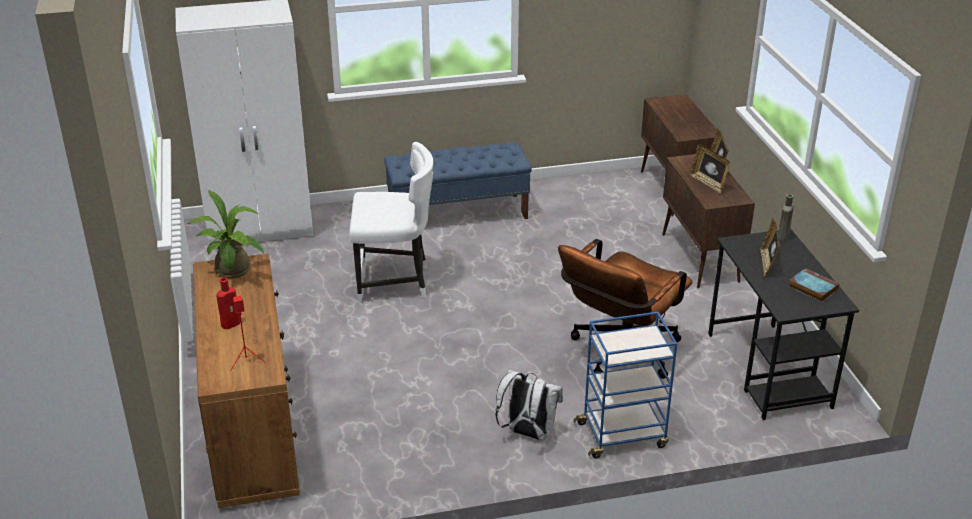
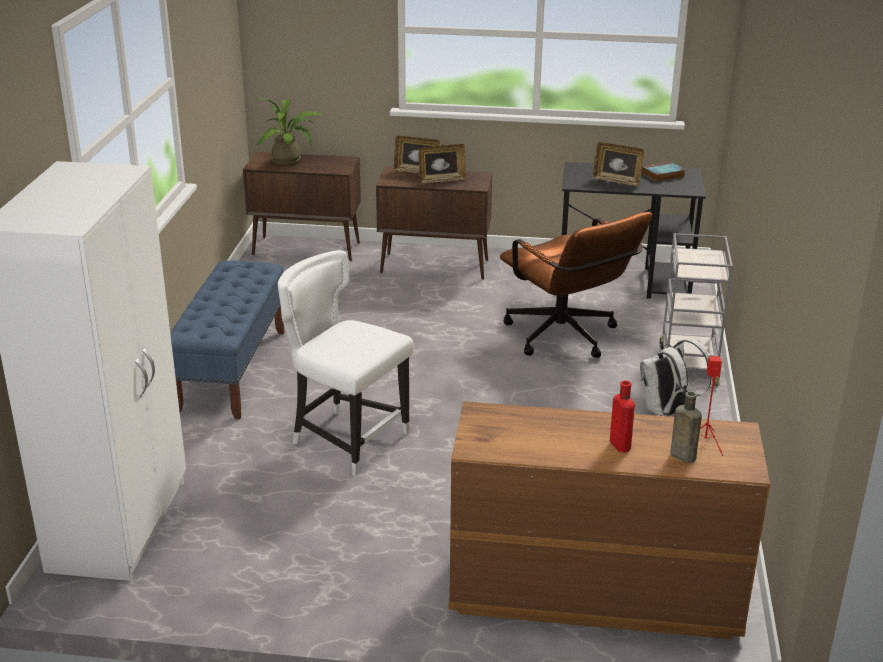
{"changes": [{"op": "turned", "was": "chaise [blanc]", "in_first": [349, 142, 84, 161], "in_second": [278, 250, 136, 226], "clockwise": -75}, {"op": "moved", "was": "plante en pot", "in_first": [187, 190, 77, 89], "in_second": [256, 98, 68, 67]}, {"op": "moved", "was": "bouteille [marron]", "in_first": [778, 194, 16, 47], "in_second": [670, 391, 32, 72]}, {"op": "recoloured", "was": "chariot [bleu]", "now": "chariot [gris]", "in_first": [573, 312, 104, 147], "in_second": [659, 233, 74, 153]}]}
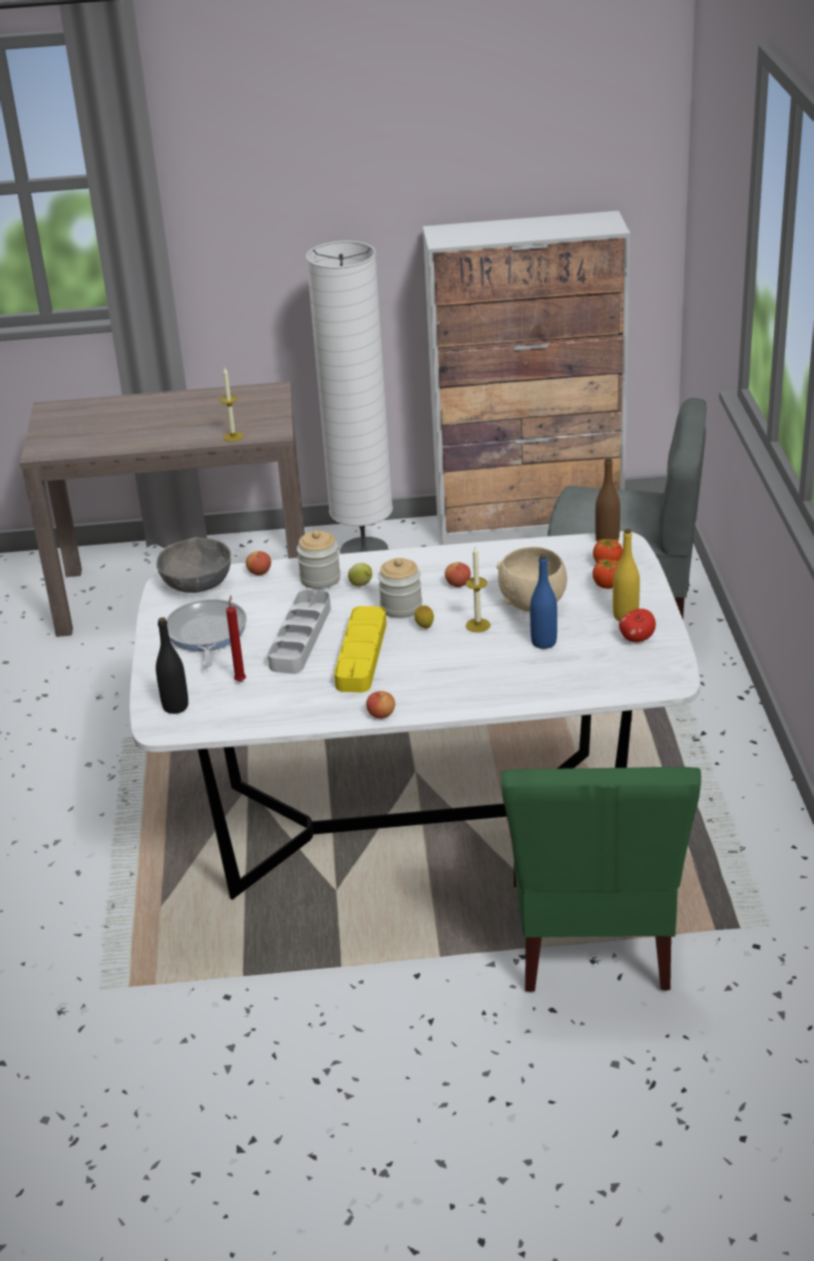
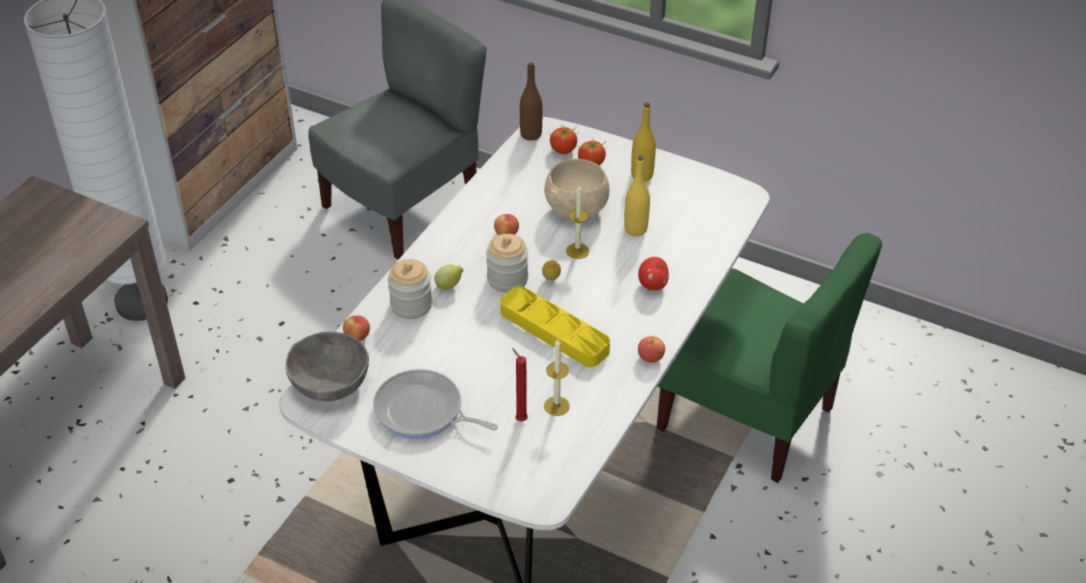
{"changes": [{"op": "moved", "was": "bougie", "in_first": [220, 368, 23, 74], "in_second": [544, 339, 26, 77]}, {"op": "recoloured", "was": "bouteille [bleu]", "now": "bouteille [jaune]", "in_first": [530, 554, 27, 95], "in_second": [624, 156, 26, 80]}, {"op": "removed", "was": "plateau [gris]", "in_first": [268, 589, 63, 85]}, {"op": "moved", "was": "pomme", "in_first": [619, 609, 37, 33], "in_second": [638, 257, 31, 34]}, {"op": "removed", "was": "bouteille [noir]", "in_first": [156, 617, 32, 97]}]}
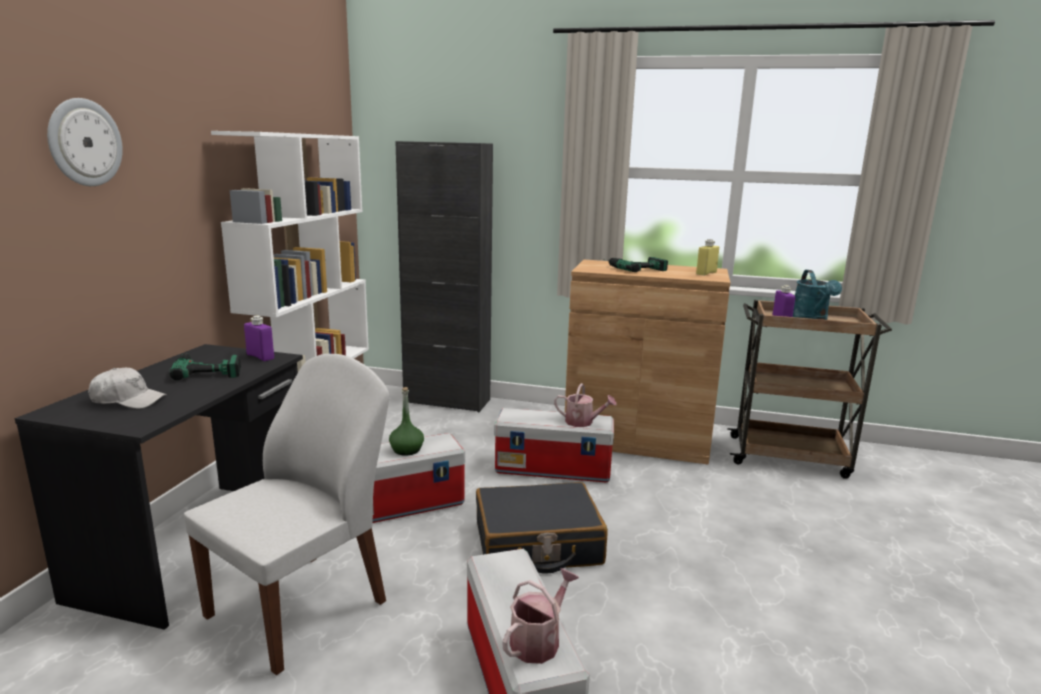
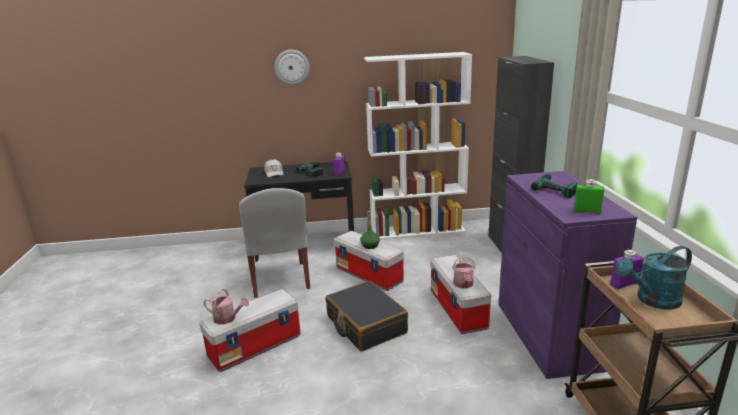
{"changes": [{"op": "recoloured", "was": "bouteille [jaune]", "now": "bouteille [vert]", "in_first": [696, 239, 23, 37], "in_second": [574, 179, 30, 35]}, {"op": "recoloured", "was": "meuble de rangement [marron]", "now": "meuble de rangement [violet]", "in_first": [565, 260, 165, 205], "in_second": [499, 171, 138, 208]}, {"op": "turned", "was": "chaise [blanc]", "in_first": [184, 354, 205, 321], "in_second": [239, 188, 71, 110], "clockwise": 60}]}
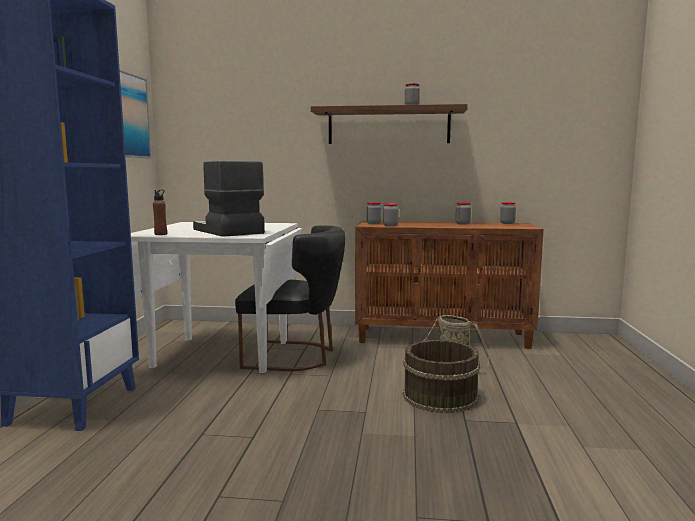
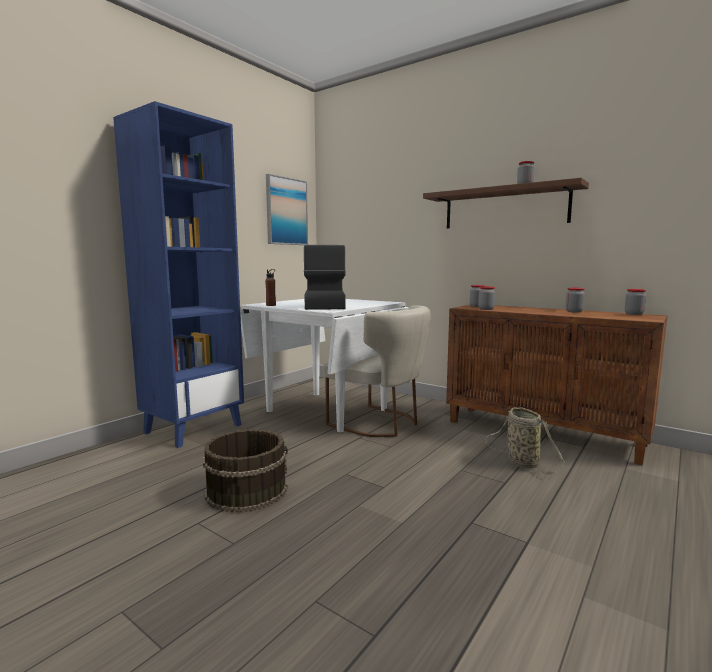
{"changes": [{"op": "recoloured", "was": "chaise [noir]", "now": "chaise [beige]", "in_first": [235, 226, 110, 145], "in_second": [323, 305, 108, 132]}, {"op": "moved", "was": "seau [marron]", "in_first": [403, 340, 77, 73], "in_second": [203, 429, 85, 84]}]}
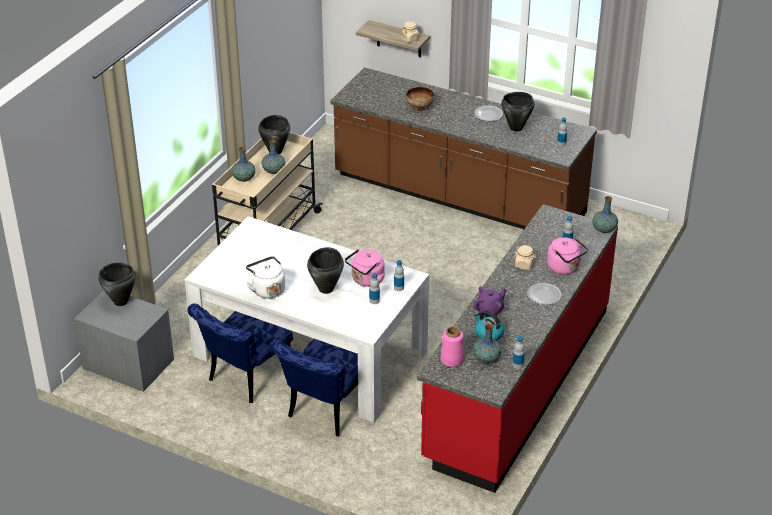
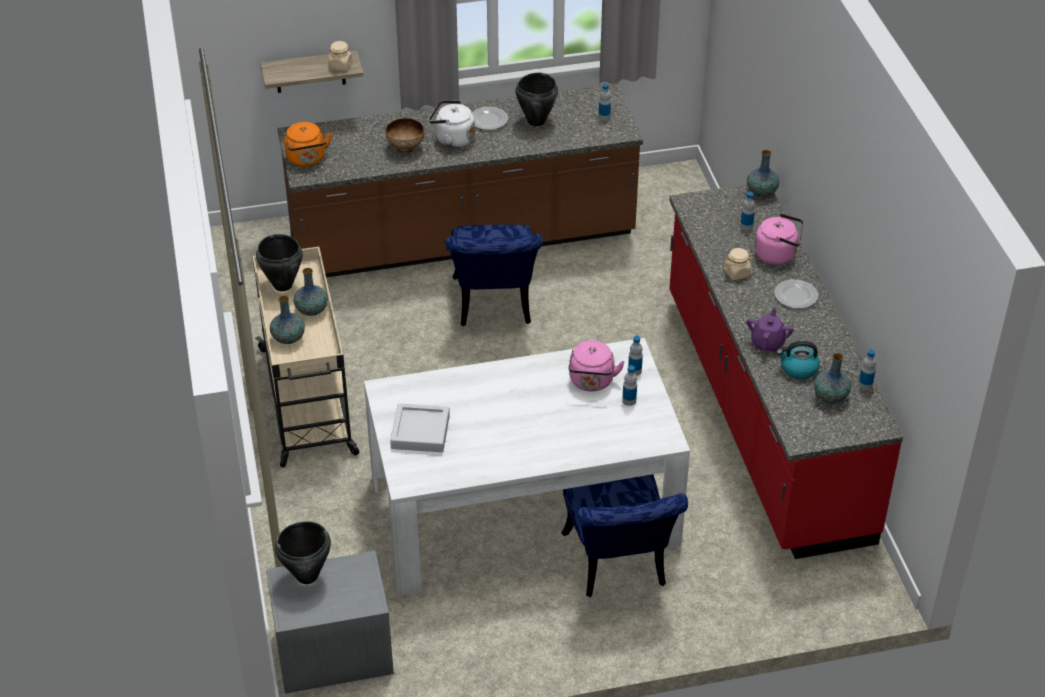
{"changes": [{"op": "removed", "was": "marmite [noir]", "in_first": [307, 247, 37, 47]}, {"op": "moved", "was": "bouilloire [blanc]", "in_first": [246, 256, 39, 43], "in_second": [429, 100, 46, 48]}, {"op": "moved", "was": "chaise [bleu]", "in_first": [188, 303, 105, 100], "in_second": [446, 224, 96, 102]}, {"op": "removed", "was": "vase [rose]", "in_first": [440, 326, 24, 41]}, {"op": "added", "now": "bouilloire [orange]", "in_second": [284, 122, 48, 45]}, {"op": "added", "now": "plateau [gris]", "in_second": [390, 403, 60, 49]}]}
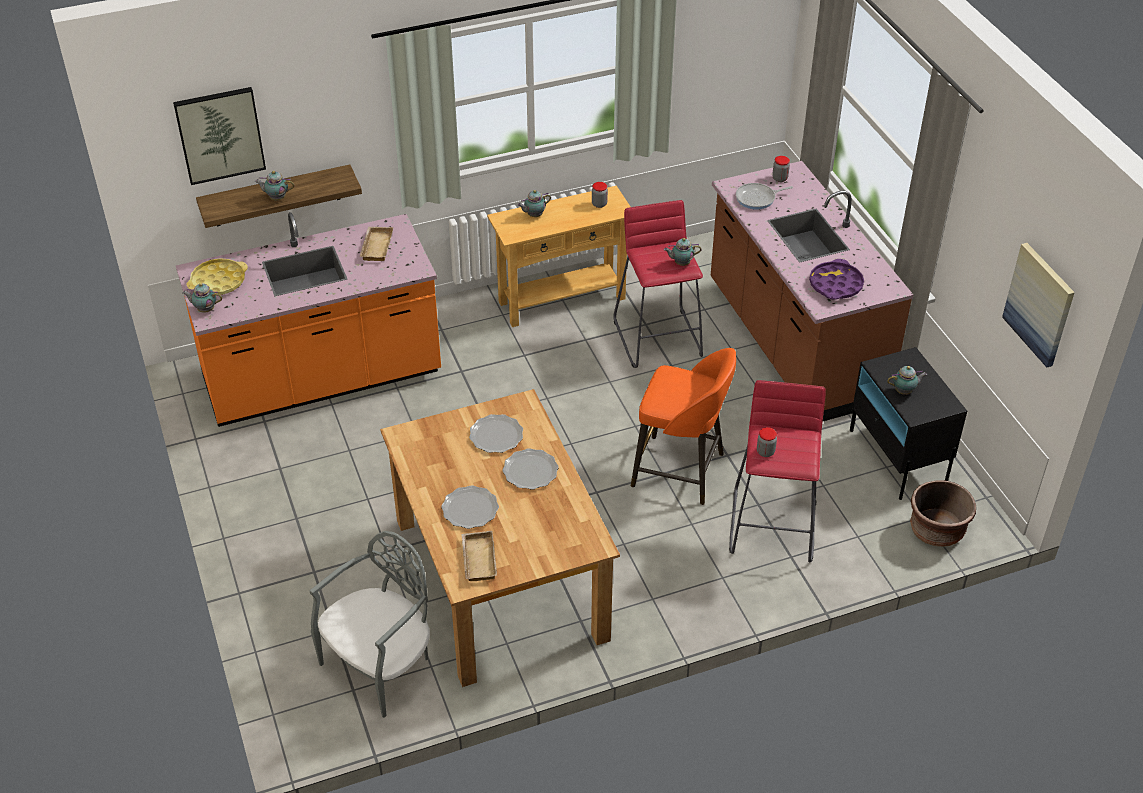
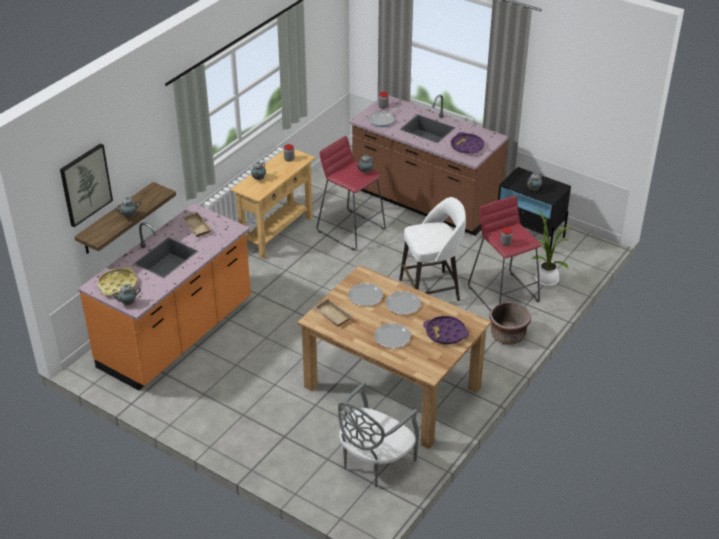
{"changes": [{"op": "removed", "was": "tableau", "in_first": [1002, 243, 73, 125]}, {"op": "recoloured", "was": "tabouret [orange]", "now": "tabouret [blanc]", "in_first": [631, 348, 105, 157], "in_second": [399, 197, 67, 104]}, {"op": "moved", "was": "cache-pot [marron]", "in_first": [910, 481, 66, 66], "in_second": [490, 302, 41, 43]}, {"op": "turned", "was": "chaise [gris]", "in_first": [310, 531, 120, 187], "in_second": [338, 382, 81, 105], "clockwise": -150}, {"op": "moved", "was": "plateau [beige]", "in_first": [461, 531, 36, 50], "in_second": [314, 299, 38, 28]}, {"op": "added", "now": "plante en pot", "in_second": [532, 209, 39, 77]}, {"op": "added", "now": "plateau [violet]", "in_second": [423, 316, 46, 28]}]}
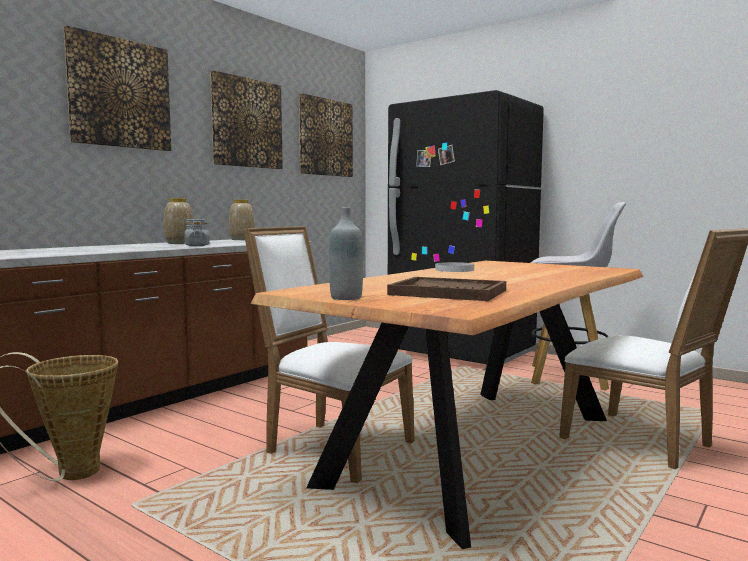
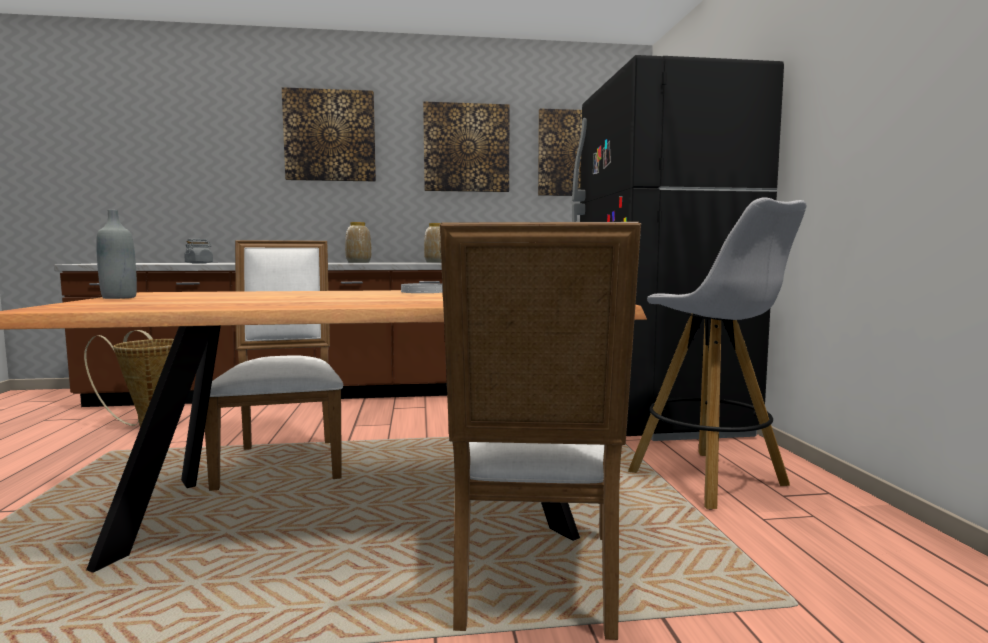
{"changes": [{"op": "moved", "was": "bocal [gris]", "in_first": [184, 219, 25, 27], "in_second": [184, 239, 29, 25]}, {"op": "removed", "was": "plateau [marron]", "in_first": [387, 277, 119, 24]}]}
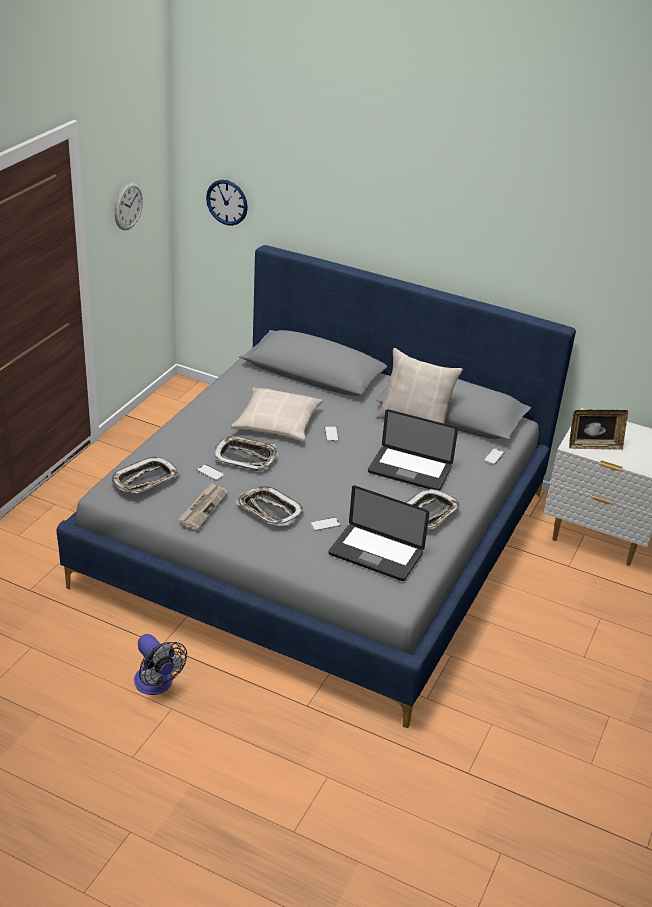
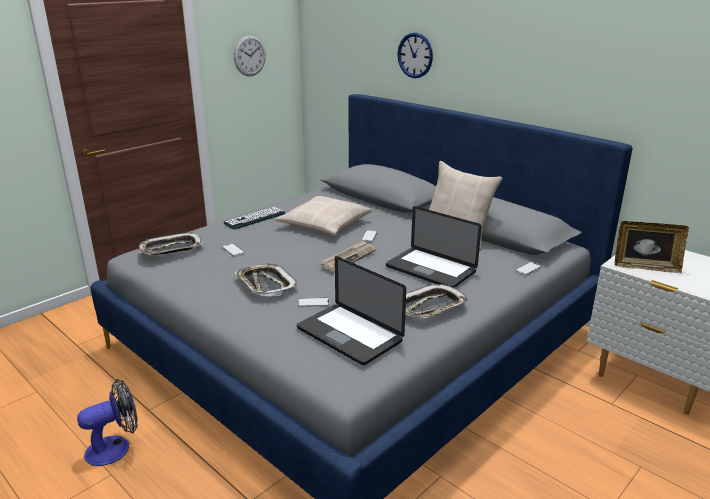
{"changes": [{"op": "moved", "was": "horloge murale", "in_first": [206, 180, 42, 46], "in_second": [398, 33, 35, 45]}, {"op": "removed", "was": "plateau", "in_first": [215, 436, 63, 35]}, {"op": "moved", "was": "journal", "in_first": [178, 482, 50, 48], "in_second": [321, 240, 55, 32]}, {"op": "turned", "was": "ventilateur", "in_first": [134, 634, 53, 61], "in_second": [77, 379, 61, 87], "clockwise": -105}, {"op": "added", "now": "clavier", "in_second": [224, 207, 61, 23]}]}
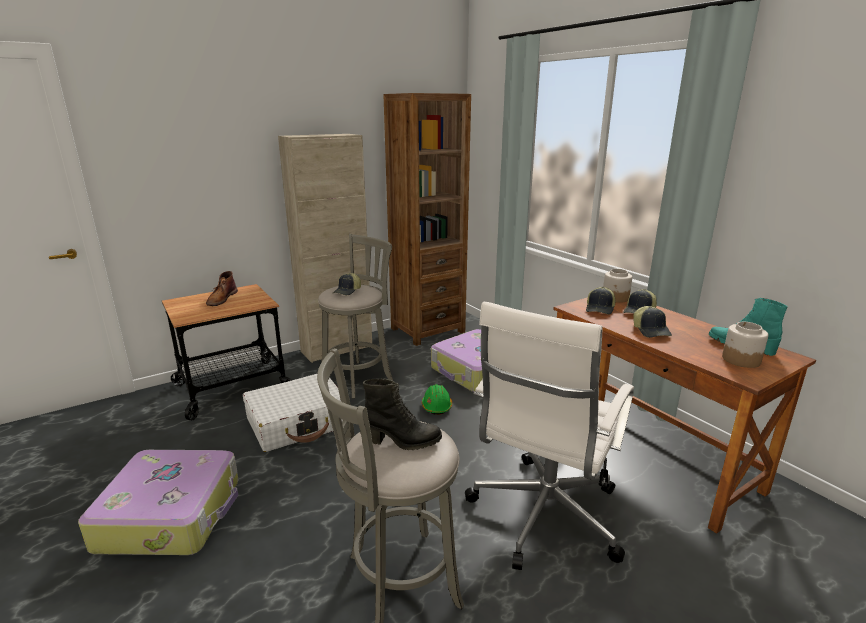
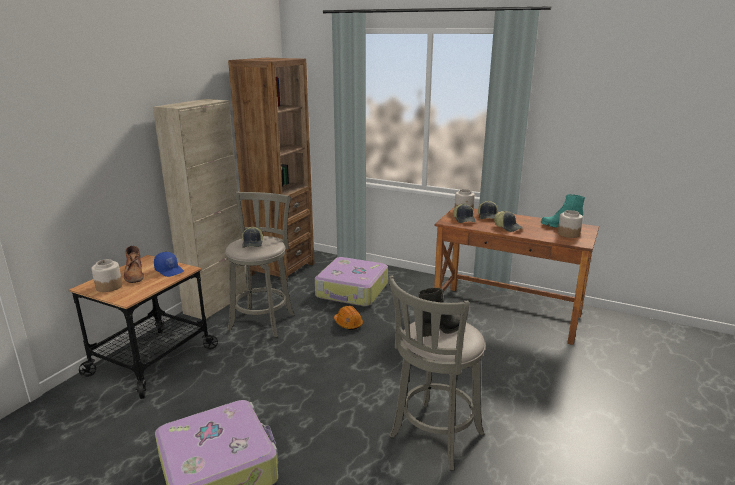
{"changes": [{"op": "removed", "was": "chaise de bureau [blanc]", "in_first": [465, 302, 169, 268]}, {"op": "removed", "was": "valise [blanc]", "in_first": [243, 374, 100, 78]}, {"op": "recoloured", "was": "casque de chantier [vert]", "now": "casque de chantier [orange]", "in_first": [422, 384, 30, 31], "in_second": [334, 306, 29, 24]}, {"op": "added", "now": "casquette [bleu]", "in_second": [154, 252, 30, 25]}, {"op": "added", "now": "bocal", "in_second": [92, 259, 30, 33]}]}
